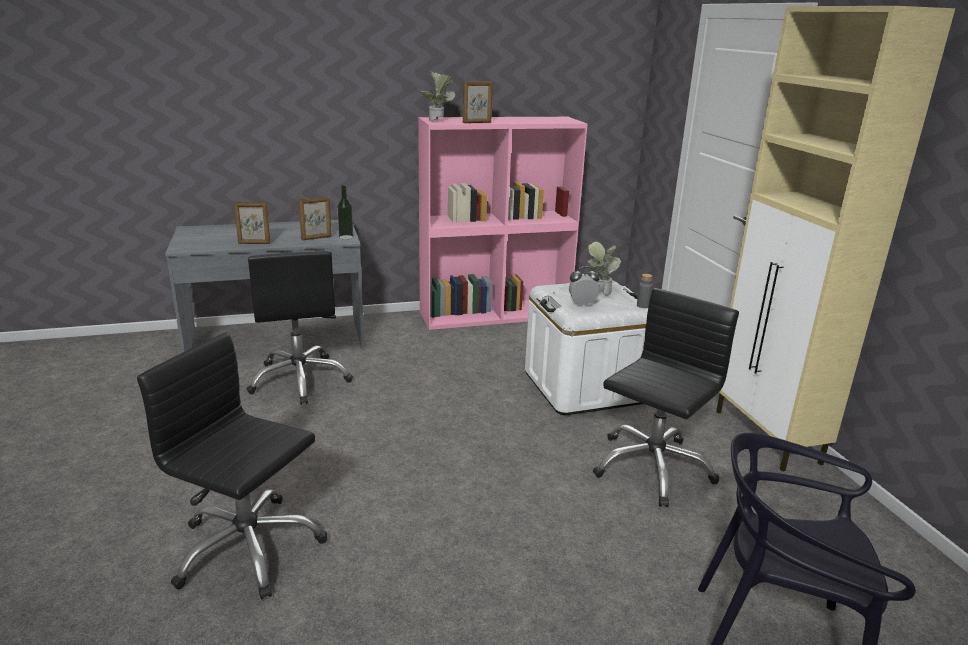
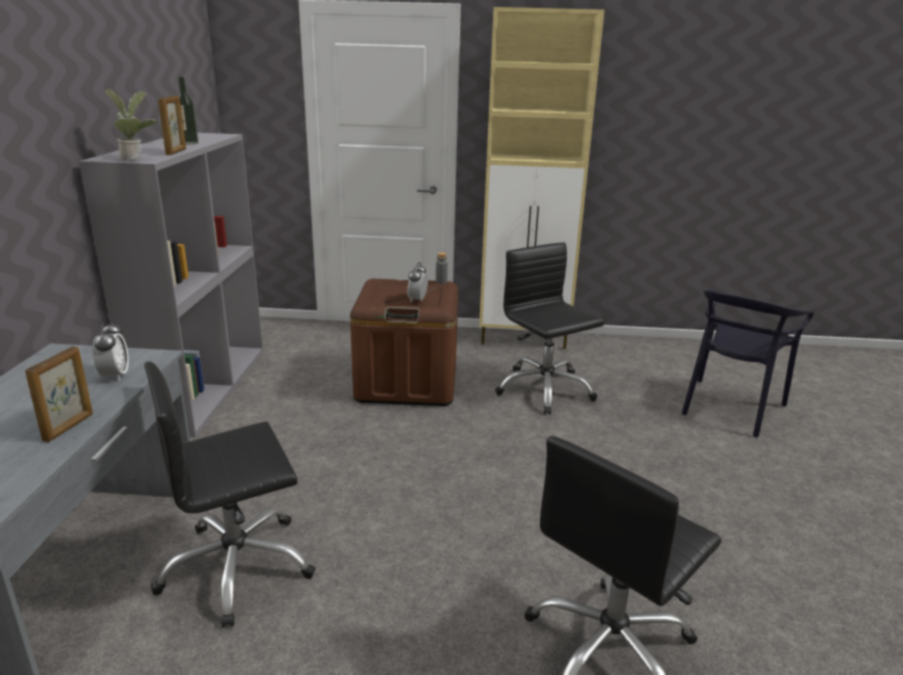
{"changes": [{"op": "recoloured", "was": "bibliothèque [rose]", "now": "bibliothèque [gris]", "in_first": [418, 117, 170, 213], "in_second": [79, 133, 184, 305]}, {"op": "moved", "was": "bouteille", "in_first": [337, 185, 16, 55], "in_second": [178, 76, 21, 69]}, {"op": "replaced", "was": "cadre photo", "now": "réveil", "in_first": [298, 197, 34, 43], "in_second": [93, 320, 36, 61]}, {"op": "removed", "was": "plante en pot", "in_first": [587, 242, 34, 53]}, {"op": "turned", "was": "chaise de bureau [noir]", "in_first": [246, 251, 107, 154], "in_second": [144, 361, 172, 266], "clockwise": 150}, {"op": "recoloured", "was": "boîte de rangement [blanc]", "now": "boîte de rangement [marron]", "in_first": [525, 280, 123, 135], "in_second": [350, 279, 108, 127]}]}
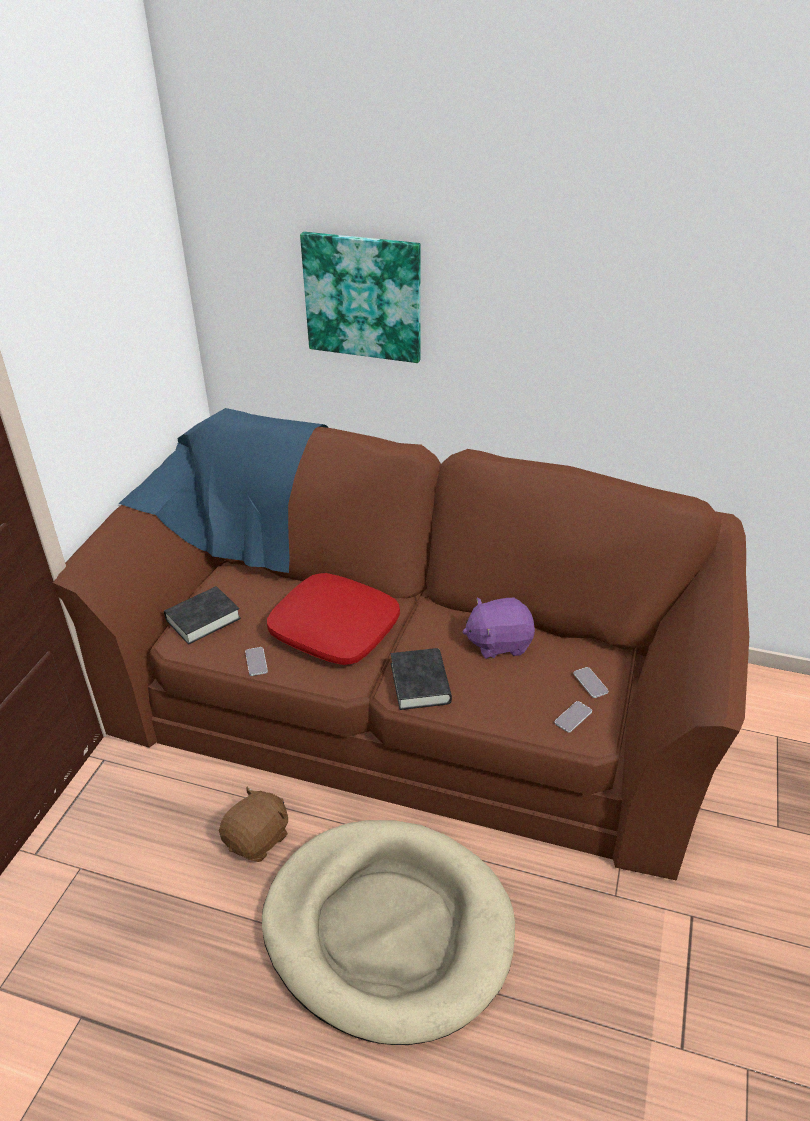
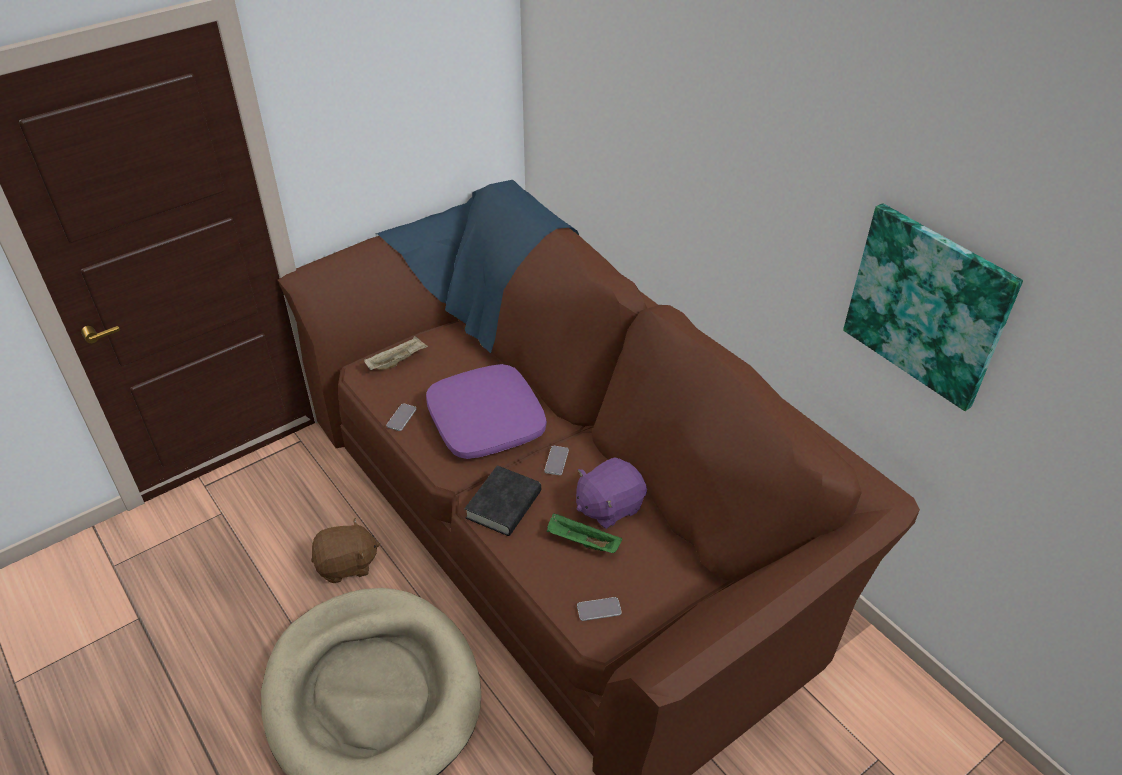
{"changes": [{"op": "moved", "was": "tableau", "in_first": [300, 232, 121, 131], "in_second": [843, 203, 180, 208]}, {"op": "recoloured", "was": "coussin [rouge]", "now": "coussin [violet]", "in_first": [267, 573, 133, 92], "in_second": [426, 364, 121, 95]}, {"op": "replaced", "was": "livre [noir]", "now": "plateau [beige]", "in_first": [164, 586, 77, 59], "in_second": [364, 336, 64, 34]}, {"op": "turned", "was": "peluche [violet]", "in_first": [463, 598, 72, 61], "in_second": [576, 457, 71, 72], "clockwise": -60}, {"op": "moved", "was": "téléphone", "in_first": [573, 667, 36, 31], "in_second": [544, 446, 25, 29]}, {"op": "added", "now": "plateau [vert]", "in_second": [547, 513, 75, 40]}]}
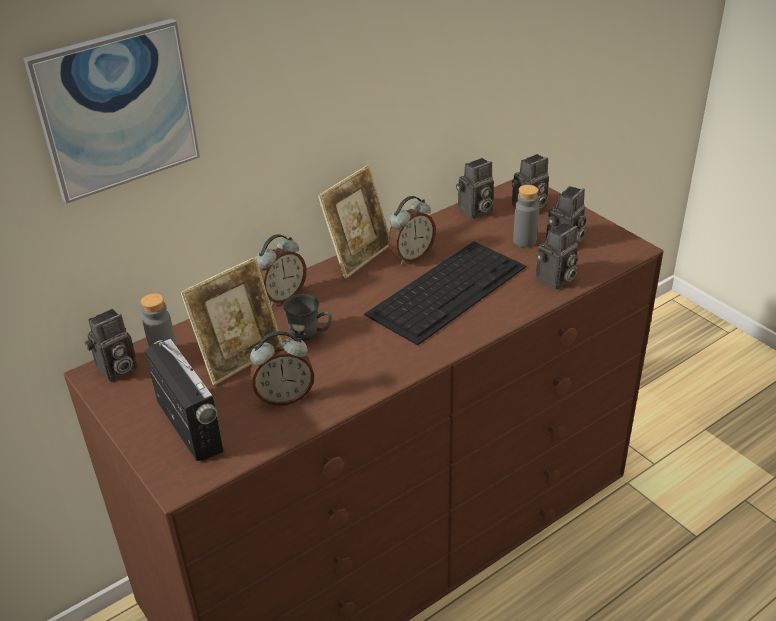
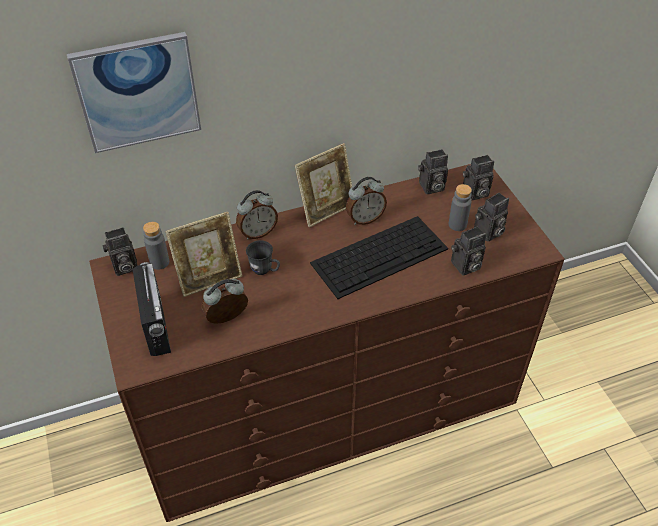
{"changes": [{"op": "turned", "was": "réveil", "in_first": [250, 331, 64, 75], "in_second": [201, 279, 47, 45], "clockwise": 150}]}
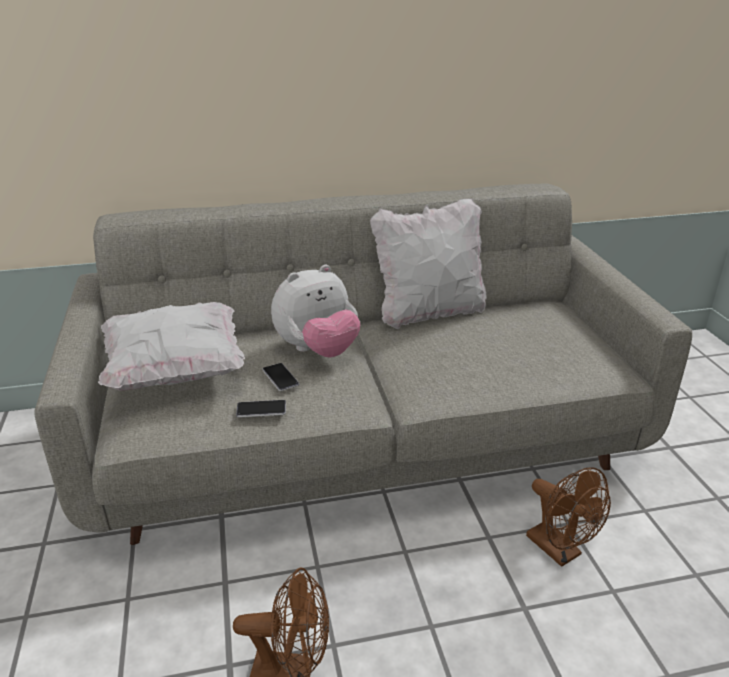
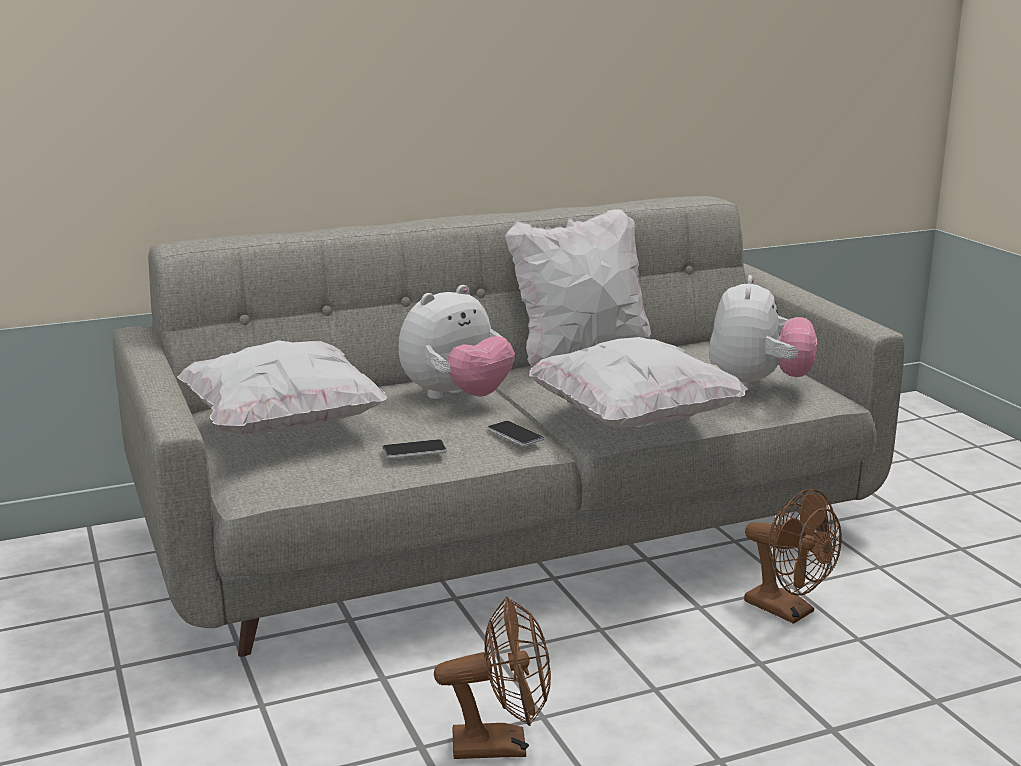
{"changes": [{"op": "moved", "was": "téléphone", "in_first": [262, 363, 37, 28], "in_second": [487, 421, 57, 25]}, {"op": "added", "now": "peluche", "in_second": [709, 275, 108, 115]}, {"op": "added", "now": "coussin [blanc]", "in_second": [529, 337, 219, 91]}]}
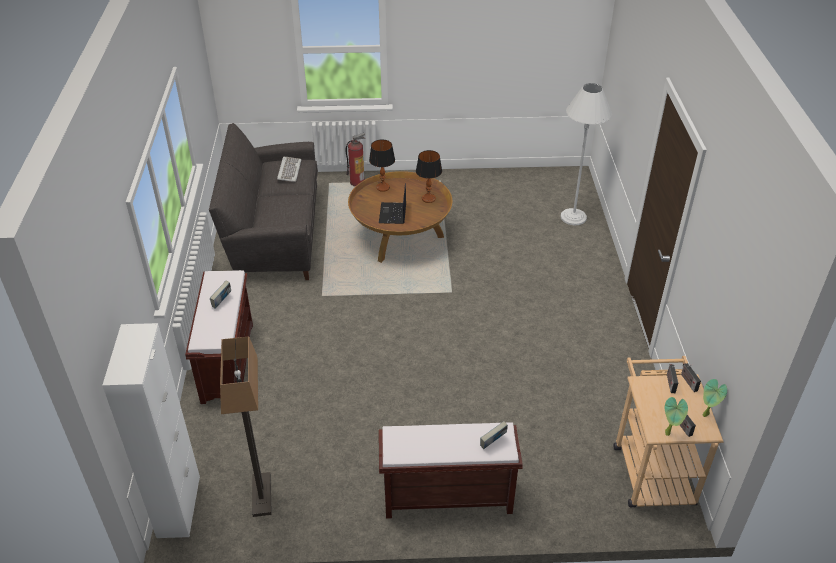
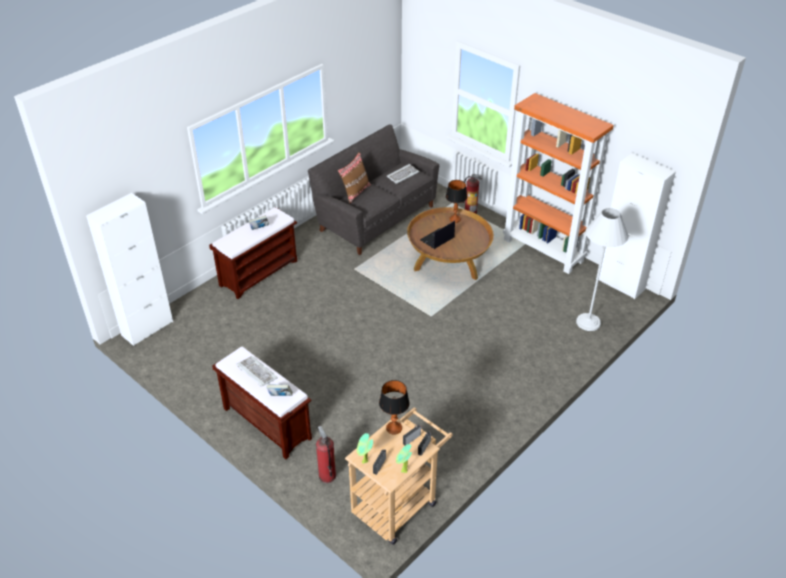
{"changes": [{"op": "moved", "was": "lampe de table", "in_first": [416, 150, 26, 53], "in_second": [379, 380, 31, 55]}, {"op": "removed", "was": "lampadaire", "in_first": [220, 337, 52, 180]}, {"op": "added", "now": "bibliothèque [orange]", "in_second": [503, 93, 111, 181]}, {"op": "added", "now": "coussin [marron]", "in_second": [338, 152, 33, 52]}, {"op": "added", "now": "meuble de rangement [blanc]", "in_second": [596, 153, 80, 146]}, {"op": "added", "now": "clavier", "in_second": [236, 356, 42, 30]}, {"op": "added", "now": "extincteur", "in_second": [316, 426, 20, 57]}]}
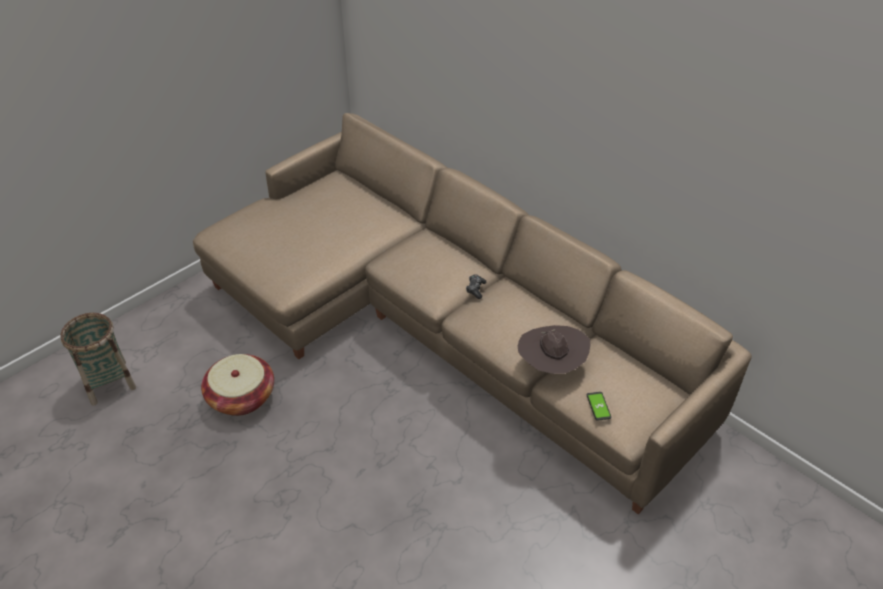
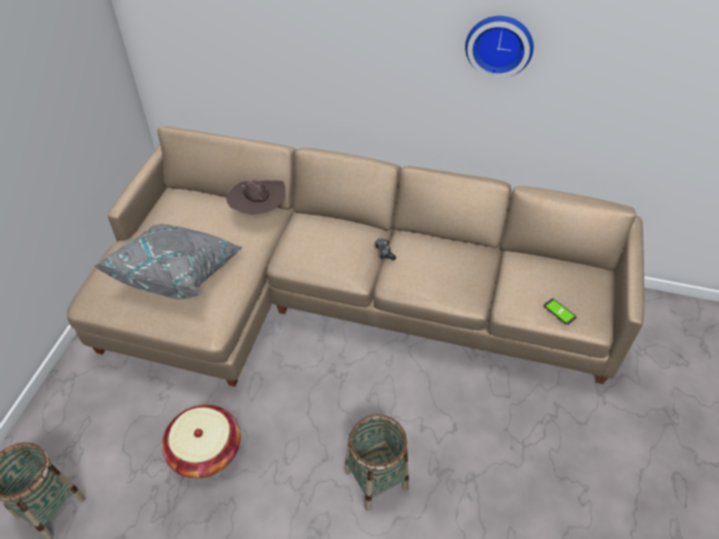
{"changes": [{"op": "moved", "was": "chapeau [marron]", "in_first": [518, 325, 72, 49], "in_second": [226, 180, 60, 35]}, {"op": "added", "now": "horloge murale", "in_second": [465, 16, 69, 62]}, {"op": "added", "now": "coussin [gris]", "in_second": [93, 224, 150, 75]}, {"op": "added", "now": "panier", "in_second": [344, 414, 65, 97]}]}
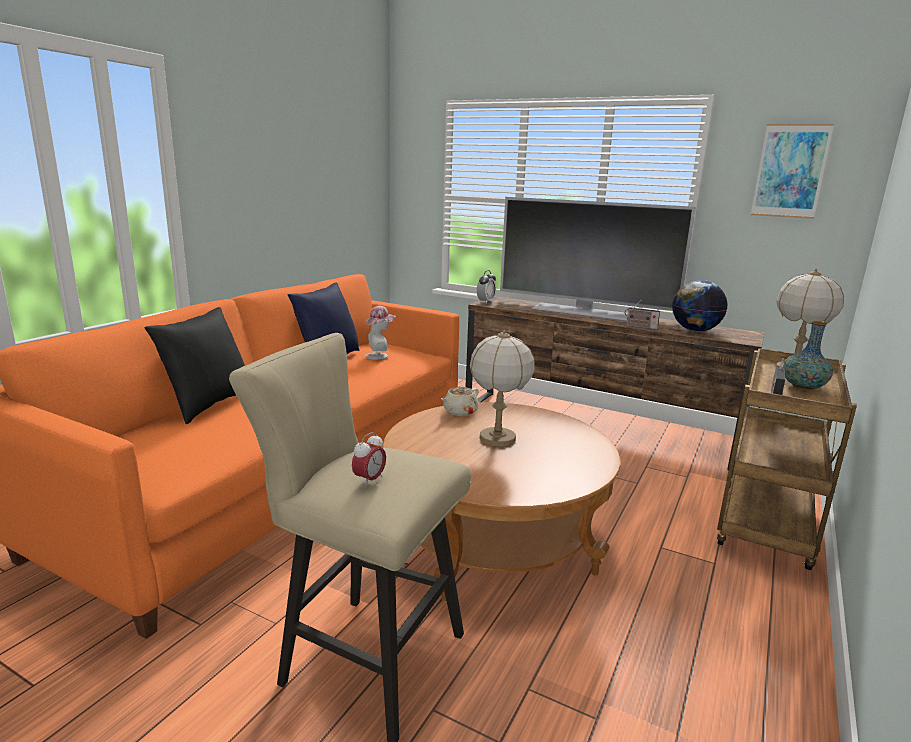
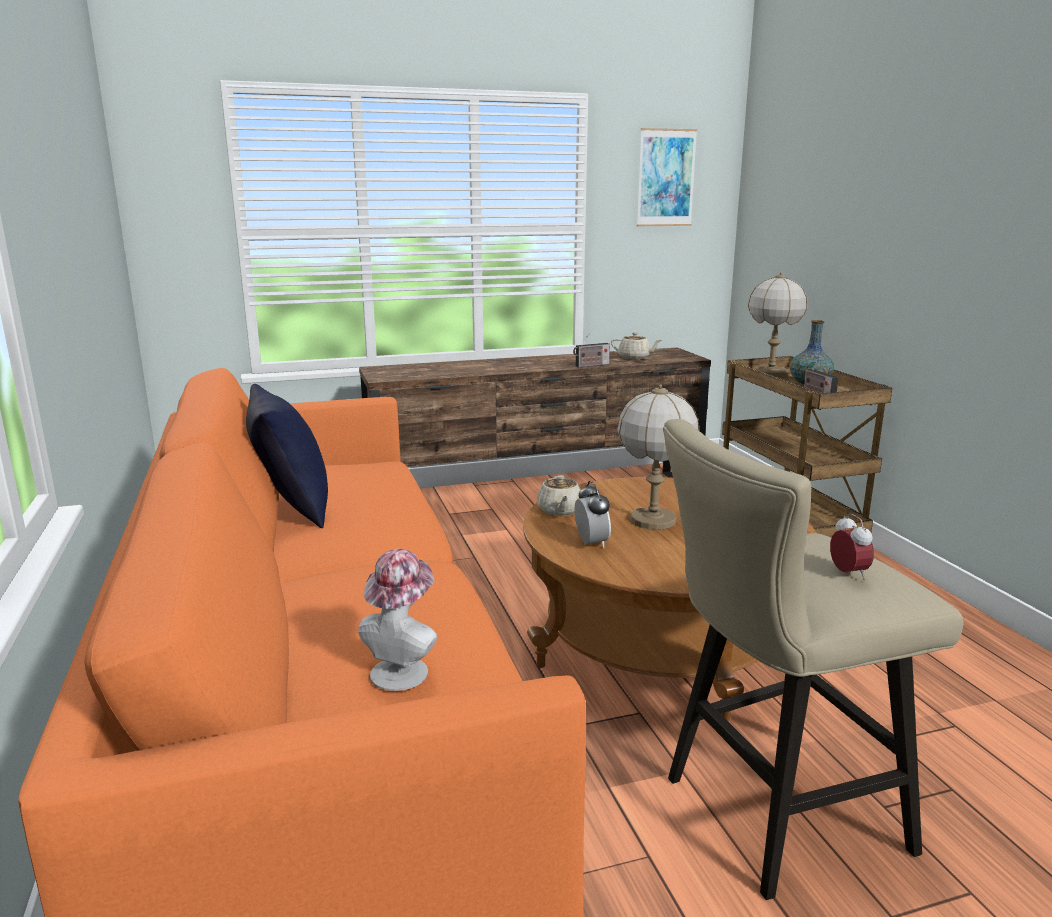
{"changes": [{"op": "removed", "was": "téléviseur", "in_first": [500, 197, 196, 124]}, {"op": "moved", "was": "réveil", "in_first": [477, 270, 19, 34], "in_second": [575, 481, 36, 67]}, {"op": "replaced", "was": "globe", "now": "théière [beige]", "in_first": [672, 280, 55, 51], "in_second": [611, 332, 50, 28]}, {"op": "moved", "was": "chapeau", "in_first": [365, 306, 31, 54], "in_second": [358, 549, 79, 142]}, {"op": "removed", "was": "coussin [noir]", "in_first": [144, 307, 101, 117]}]}
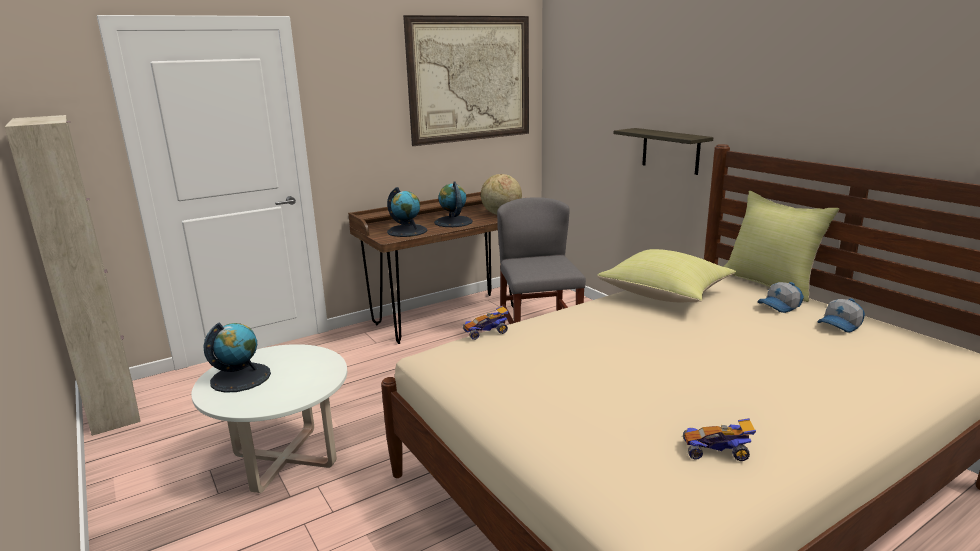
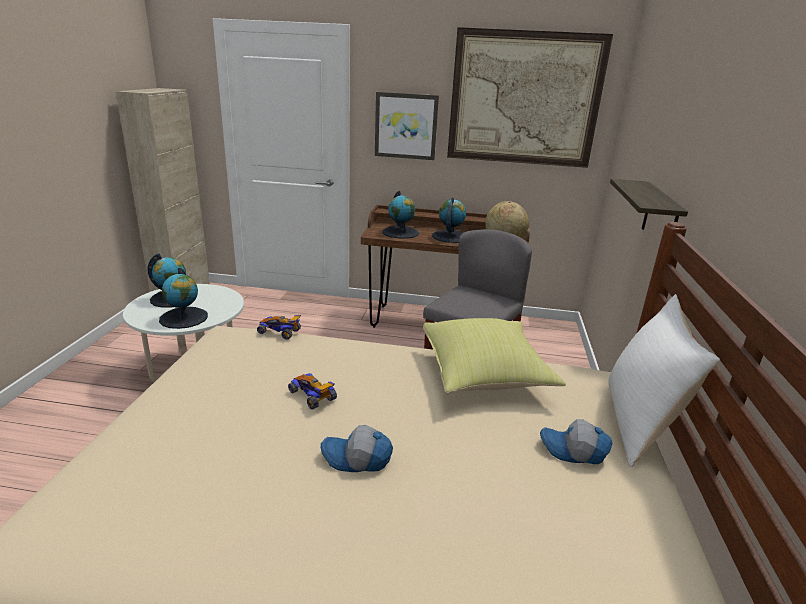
{"changes": [{"op": "recoloured", "was": "coussin [jaune]", "now": "coussin [blanc]", "in_first": [723, 191, 116, 111], "in_second": [609, 294, 111, 173]}, {"op": "moved", "was": "casquette", "in_first": [818, 298, 47, 35], "in_second": [321, 425, 72, 47]}, {"op": "moved", "was": "petite voiture", "in_first": [683, 418, 73, 43], "in_second": [288, 373, 49, 37]}, {"op": "added", "now": "tableau", "in_second": [375, 92, 64, 68]}, {"op": "added", "now": "globe", "in_second": [159, 268, 49, 61]}]}
